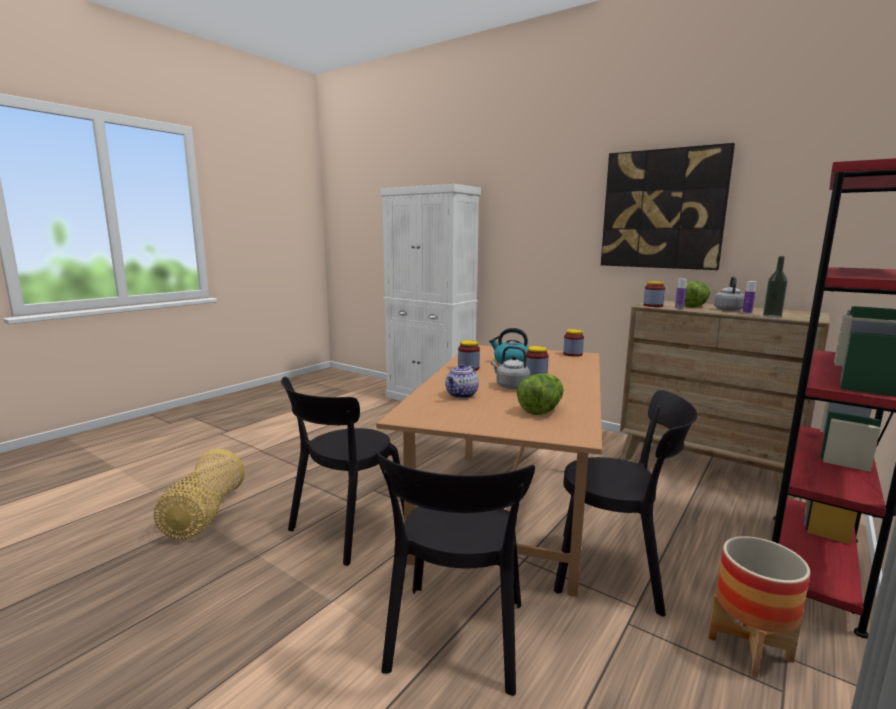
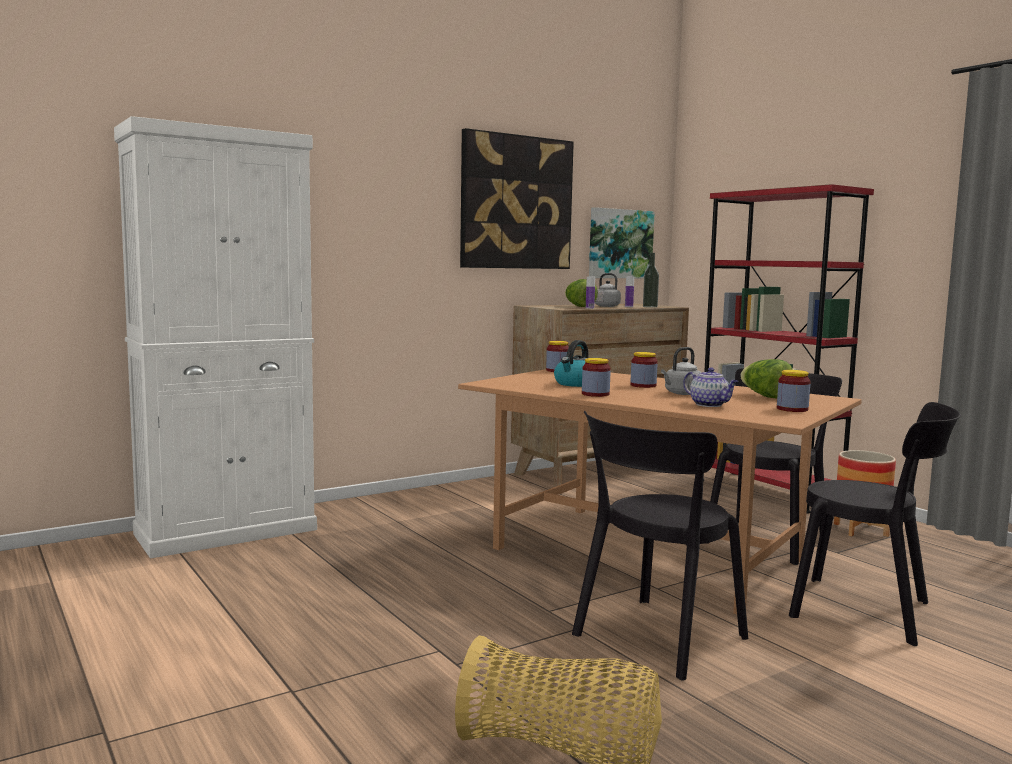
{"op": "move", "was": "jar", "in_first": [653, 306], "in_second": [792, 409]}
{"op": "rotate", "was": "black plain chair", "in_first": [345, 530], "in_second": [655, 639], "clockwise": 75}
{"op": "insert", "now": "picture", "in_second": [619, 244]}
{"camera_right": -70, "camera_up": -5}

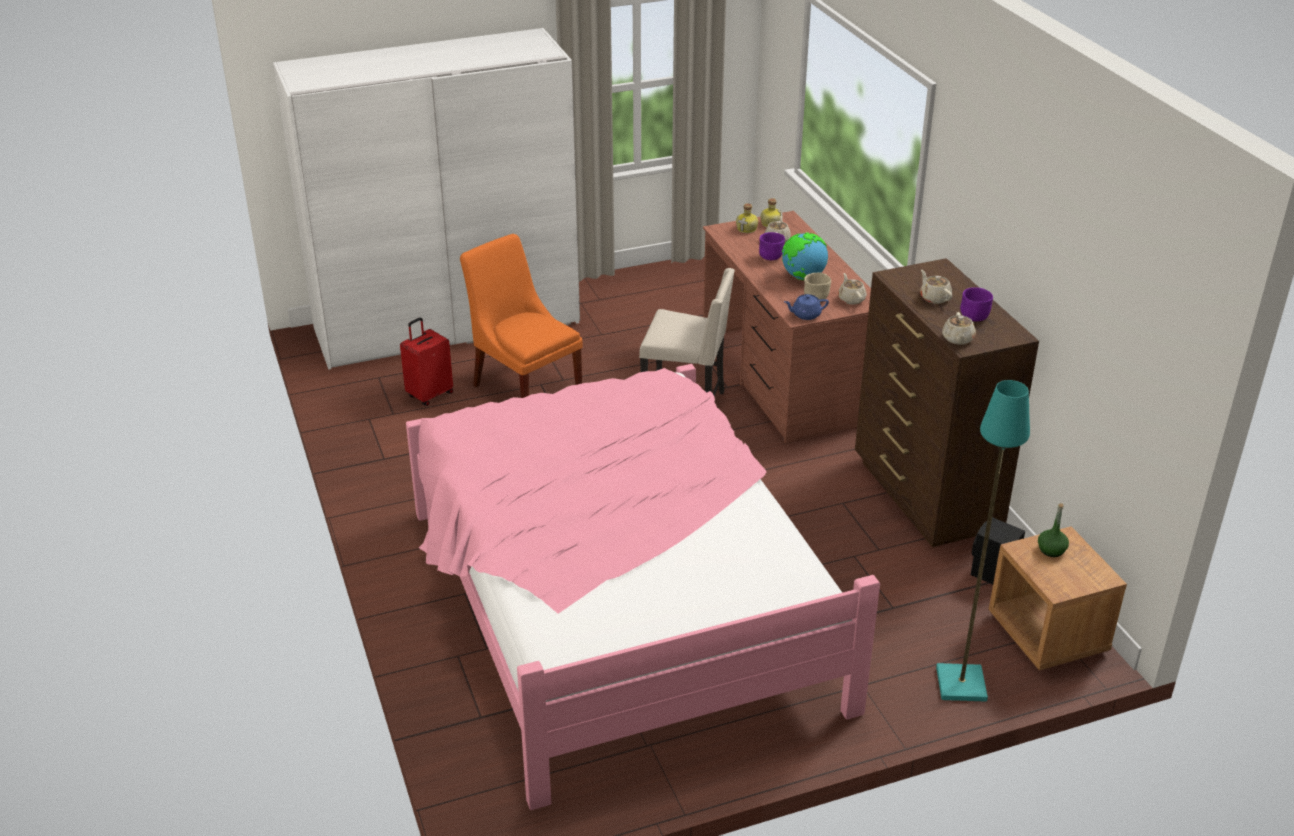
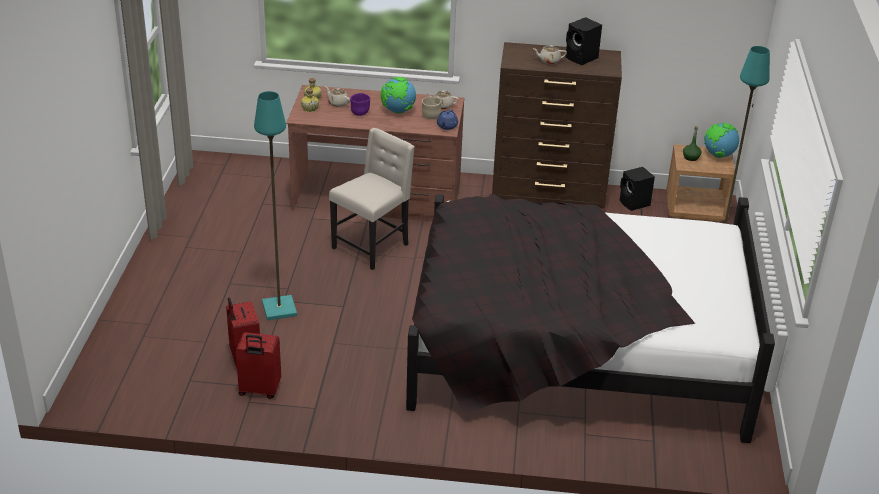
{"op": "delete", "was": "white wardrobe", "in_first": [447, 325]}
{"op": "replace", "was": "orangey plain chair", "now": "turquoise-coloured standing lamp", "in_first": [525, 386], "in_second": [278, 308]}
{"op": "replace", "was": "purplish deep dish", "now": "black audio speaker", "in_first": [974, 318], "in_second": [582, 58]}
{"op": "delete", "was": "beige-coloured tea pot", "in_first": [957, 339]}
{"op": "recolor", "was": "pinkish bed", "now": "black bed", "in_first": [618, 605], "in_second": [575, 347]}
{"op": "insert", "now": "desk globe", "in_second": [718, 155]}
{"op": "insert", "now": "red-coloured suitcase", "in_second": [259, 390]}
{"camera_right": -65, "camera_up": 0}

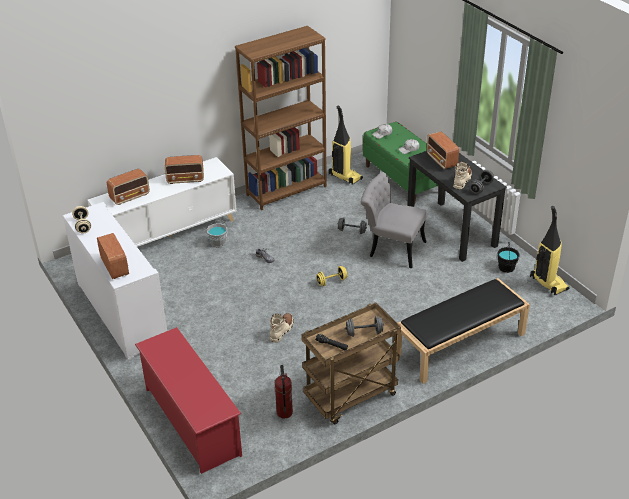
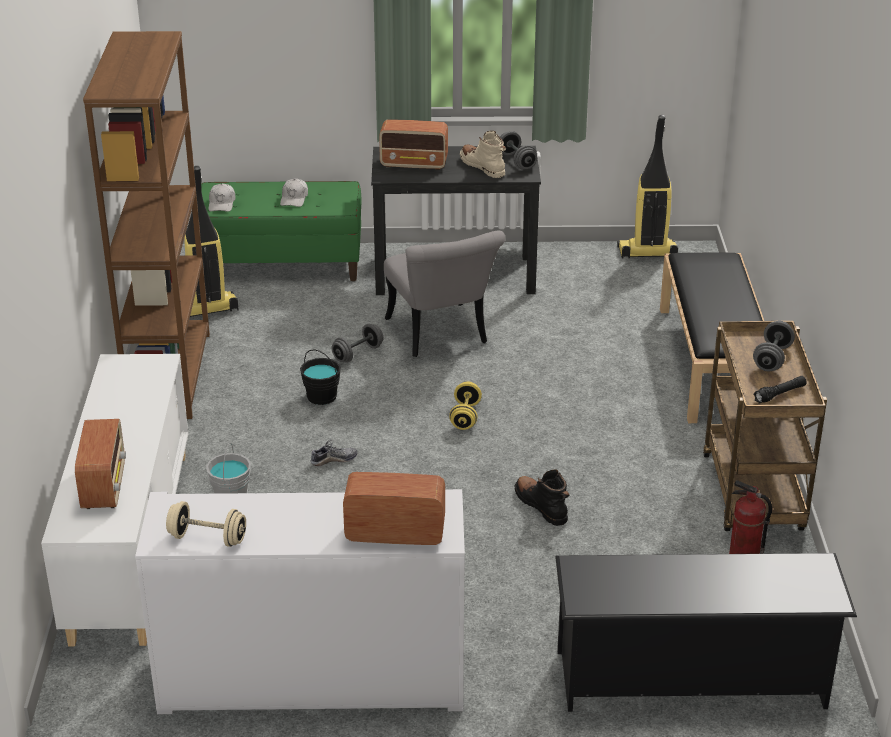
{"op": "delete", "was": "radio receiver", "in_first": [186, 179]}
{"op": "rotate", "was": "gray plain chair", "in_first": [391, 248], "in_second": [441, 336], "clockwise": -75}
{"op": "move", "was": "black bucket", "in_first": [506, 267], "in_second": [322, 396]}
{"op": "recolor", "was": "beige-coloured high-top boot", "now": "black high-top boot", "in_first": [282, 330], "in_second": [541, 506]}
{"op": "recolor", "was": "red-coloured shoe shelf", "now": "black shoe shelf", "in_first": [191, 421], "in_second": [691, 679]}
{"camera_right": -60, "camera_up": -5}

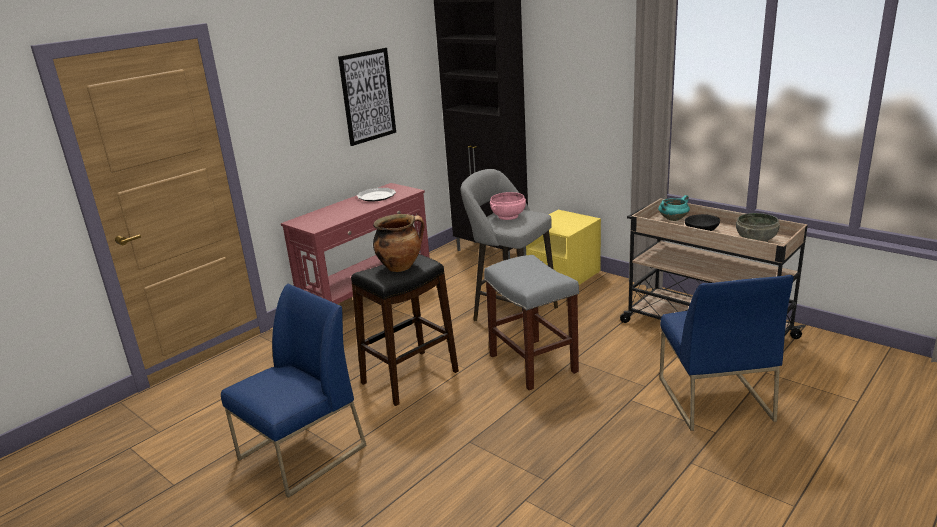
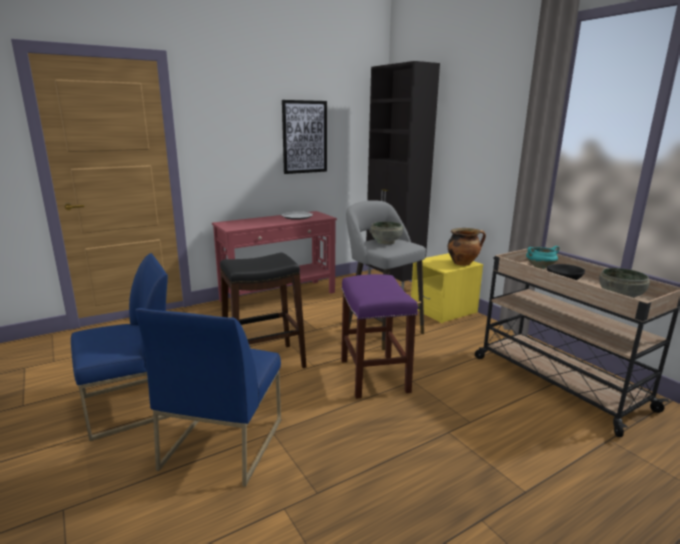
{"op": "recolor", "was": "pinkish deep dish", "now": "gray deep dish", "in_first": [508, 216], "in_second": [386, 242]}
{"op": "move", "was": "cooking pot", "in_first": [401, 267], "in_second": [463, 263]}
{"op": "recolor", "was": "gray sitting stool", "now": "purplish sitting stool", "in_first": [531, 363], "in_second": [373, 375]}
{"op": "move", "was": "bluish plain chair", "in_first": [713, 398], "in_second": [222, 442]}
{"camera_right": 15, "camera_up": -5}

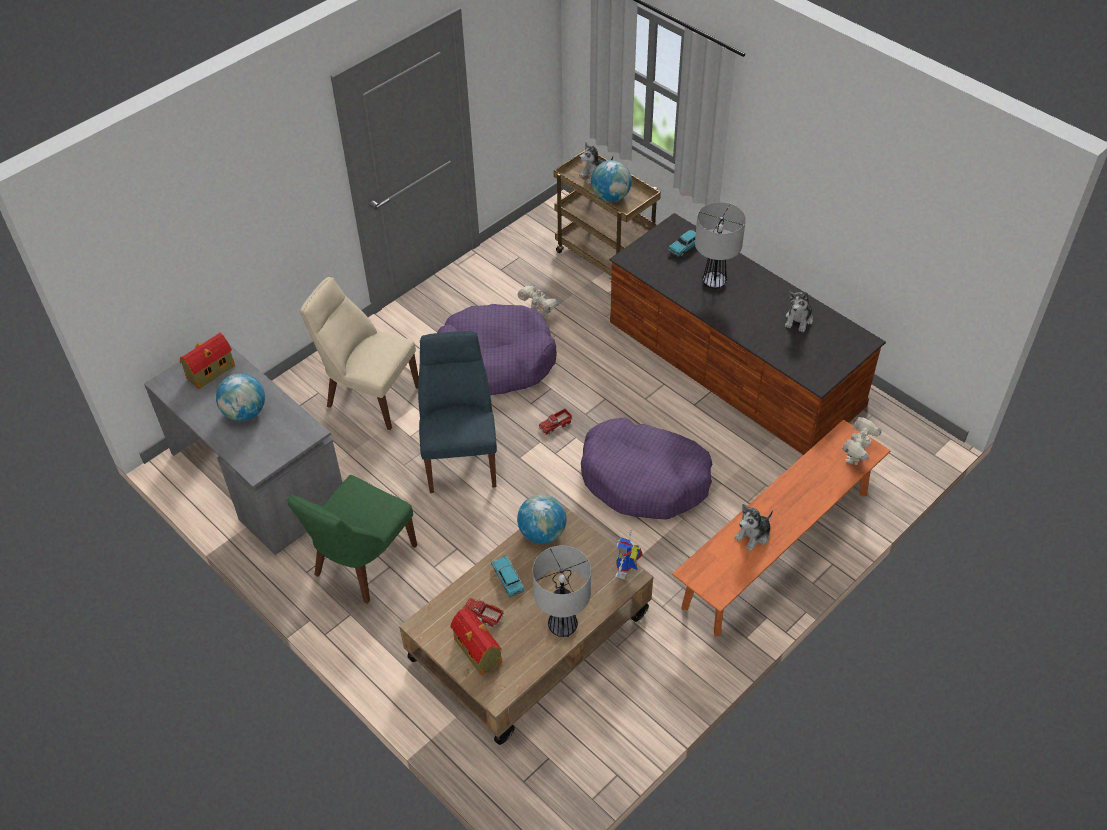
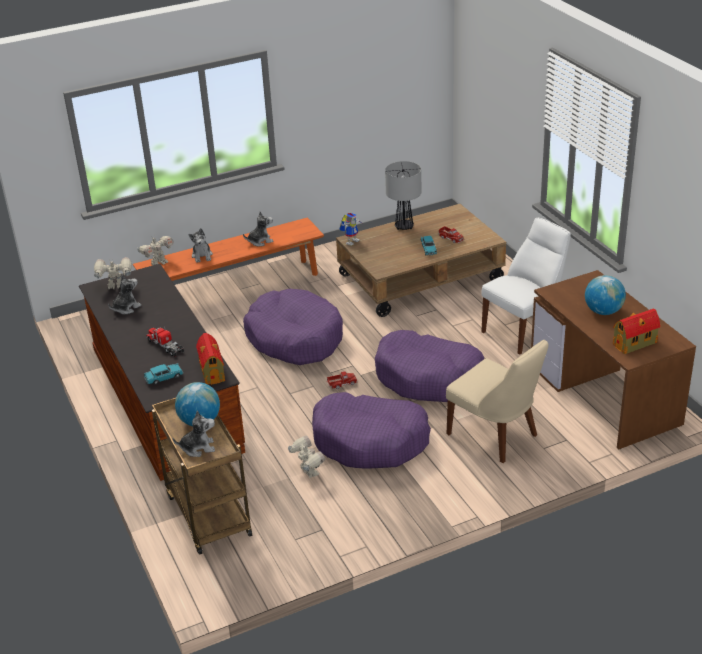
{"op": "replace", "was": "table lamp", "now": "toy lorry", "in_first": [714, 282], "in_second": [165, 346]}
{"op": "replace", "was": "bluish plain chair", "now": "purplish pet bed", "in_first": [461, 456], "in_second": [428, 377]}
{"op": "recolor", "was": "gray desk unit", "now": "brown desk unit", "in_first": [256, 478], "in_second": [605, 394]}
{"op": "recolor", "was": "green-coloured plain chair", "now": "white plain chair", "in_first": [362, 563], "in_second": [524, 329]}
{"op": "delete", "was": "desk globe", "in_first": [542, 533]}
{"op": "move", "was": "toy house", "in_first": [478, 652], "in_second": [212, 371]}
{"op": "insert", "now": "cuddly toy", "in_second": [202, 256]}
{"op": "insert", "now": "model robot", "in_second": [116, 287]}
{"camera_right": -160, "camera_up": -15}

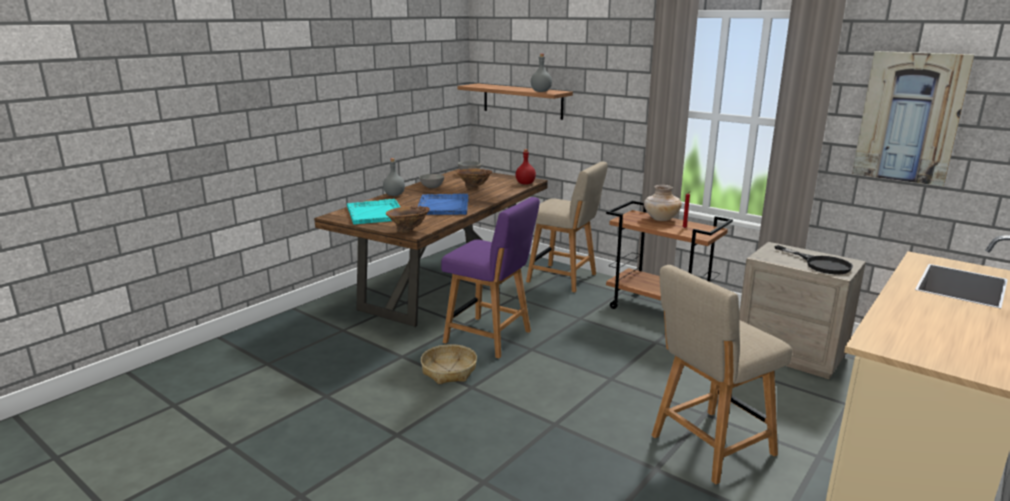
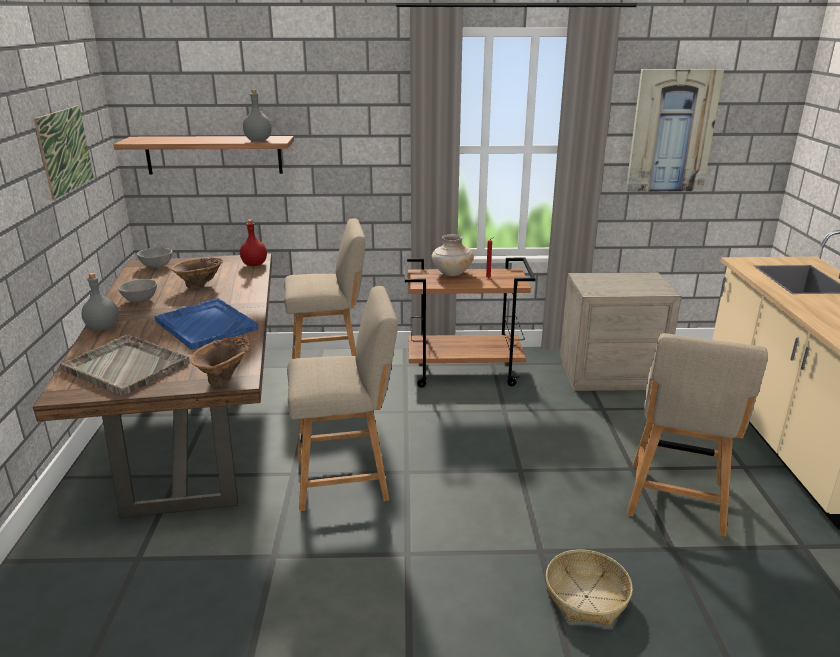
{"op": "recolor", "was": "purplish plain chair", "now": "beige-coloured plain chair", "in_first": [491, 338], "in_second": [347, 477]}
{"op": "recolor", "was": "turquoise-coloured tray", "now": "gray tray", "in_first": [375, 213], "in_second": [125, 366]}
{"op": "delete", "was": "black skillet", "in_first": [820, 264]}
{"op": "move", "was": "household basket", "in_first": [449, 371], "in_second": [586, 596]}
{"op": "insert", "now": "picture", "in_second": [65, 150]}
{"camera_right": -40, "camera_up": 5}

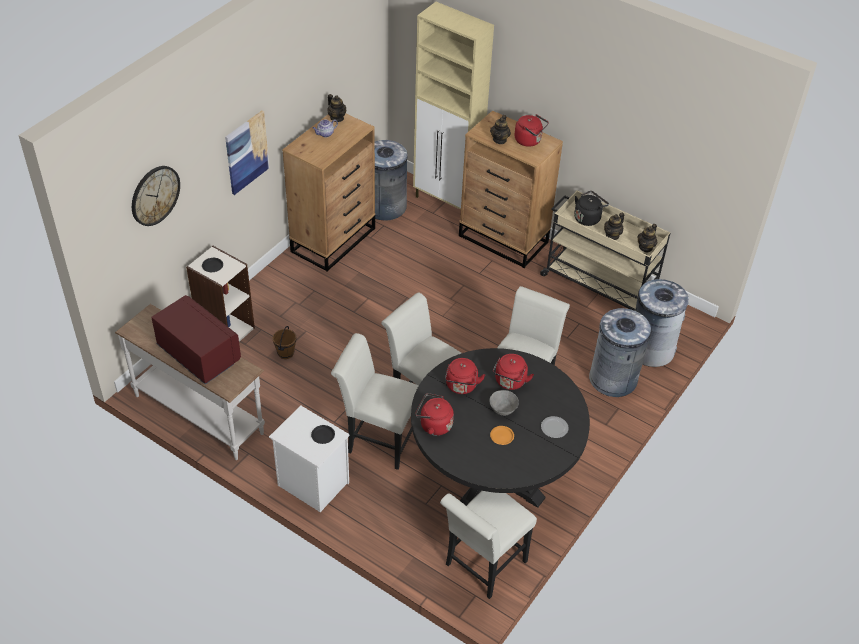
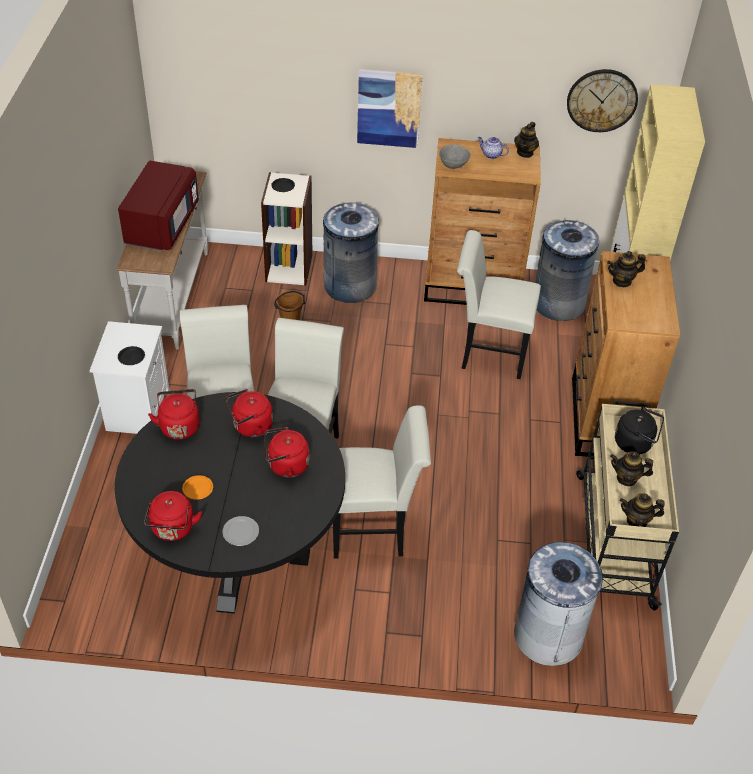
{"op": "move", "was": "red-coloured water kettle", "in_first": [529, 141], "in_second": [173, 529]}
{"op": "move", "was": "hanging clock", "in_first": [155, 195], "in_second": [602, 100]}
{"op": "move", "was": "gray trash can", "in_first": [613, 379], "in_second": [349, 286]}
{"op": "move", "was": "gray deep dish", "in_first": [503, 409], "in_second": [453, 164]}
{"op": "move", "was": "white plain chair", "in_first": [482, 566], "in_second": [488, 352]}
{"camera_right": 60, "camera_up": 0}

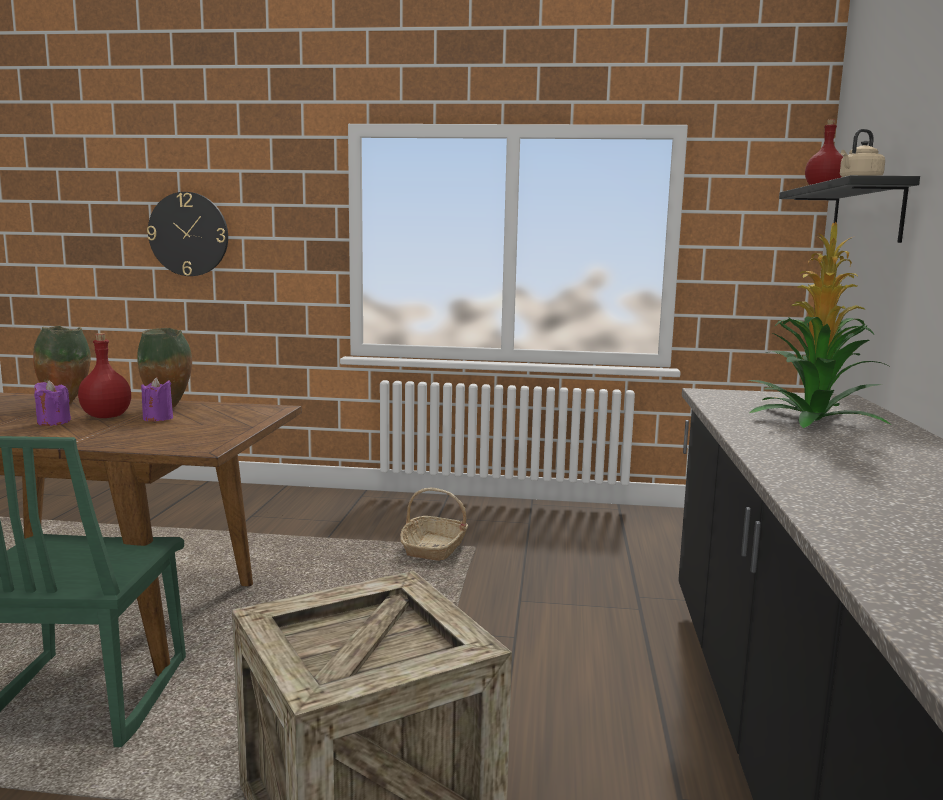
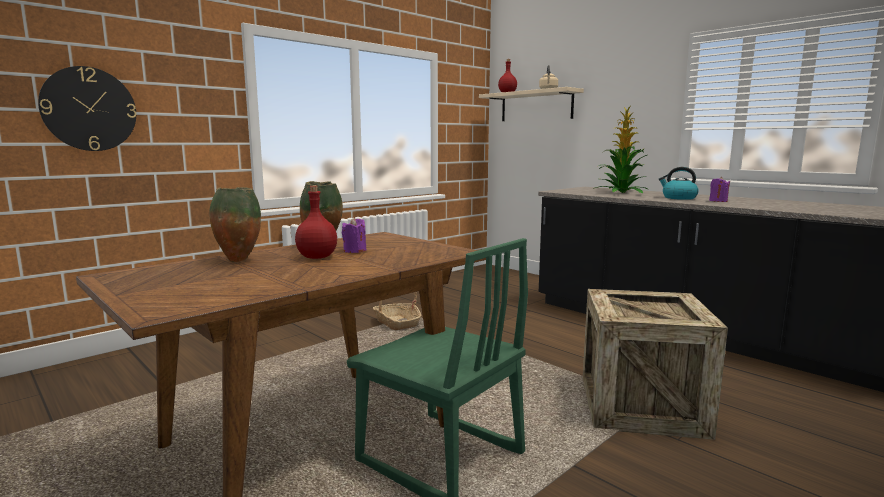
{"op": "recolor", "was": "black wall shelf", "now": "beige-coloured wall shelf", "in_first": [866, 214], "in_second": [536, 106]}
{"op": "move", "was": "purplish wax light", "in_first": [53, 422], "in_second": [718, 201]}
{"op": "insert", "now": "water kettle", "in_second": [678, 198]}
{"camera_right": -50, "camera_up": 0}

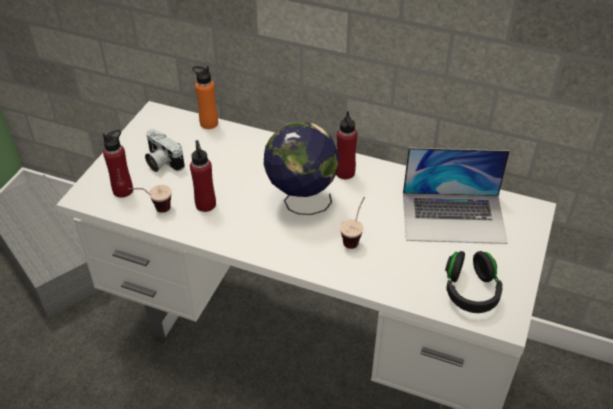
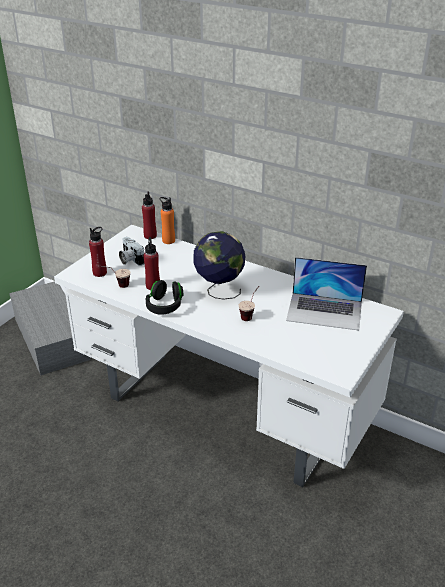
{"op": "move", "was": "red-coloured drink bottle", "in_first": [345, 172], "in_second": [150, 236]}
{"op": "move", "was": "black pair of headphones", "in_first": [470, 291], "in_second": [164, 306]}
{"camera_right": 10, "camera_up": -10}

